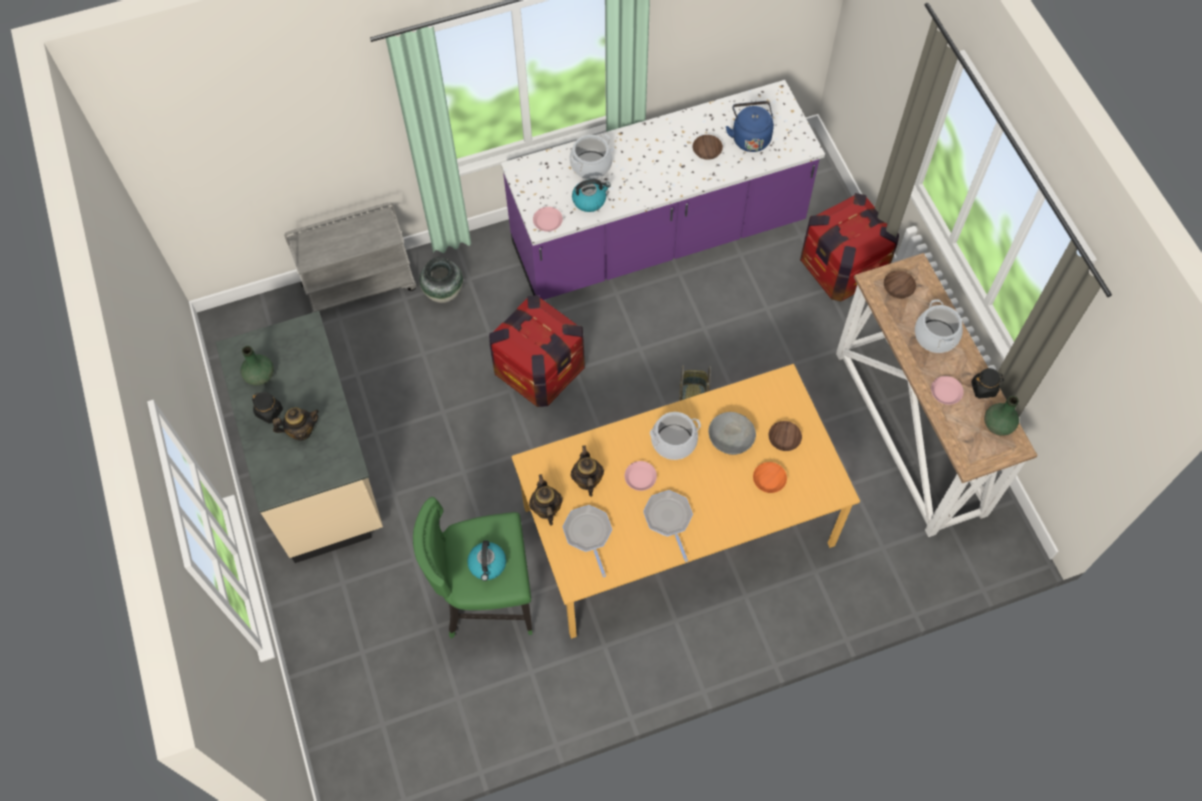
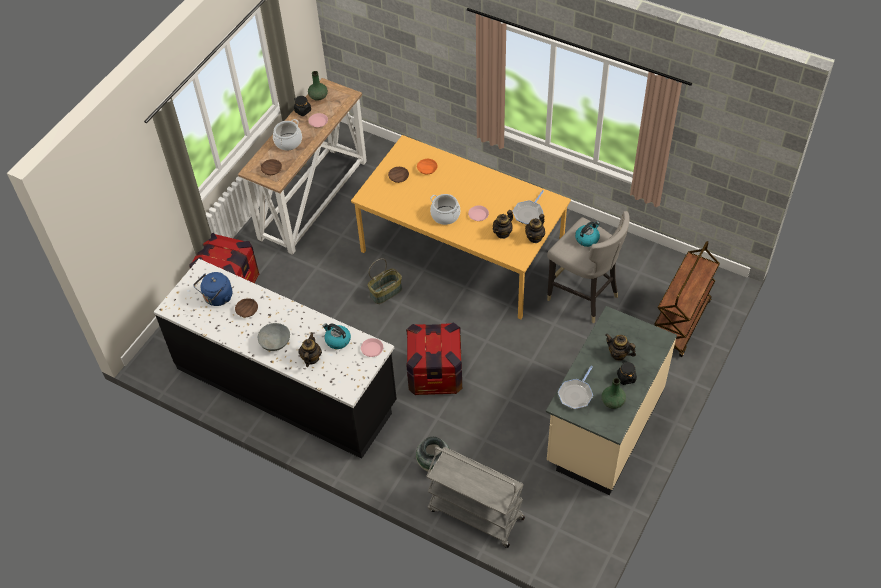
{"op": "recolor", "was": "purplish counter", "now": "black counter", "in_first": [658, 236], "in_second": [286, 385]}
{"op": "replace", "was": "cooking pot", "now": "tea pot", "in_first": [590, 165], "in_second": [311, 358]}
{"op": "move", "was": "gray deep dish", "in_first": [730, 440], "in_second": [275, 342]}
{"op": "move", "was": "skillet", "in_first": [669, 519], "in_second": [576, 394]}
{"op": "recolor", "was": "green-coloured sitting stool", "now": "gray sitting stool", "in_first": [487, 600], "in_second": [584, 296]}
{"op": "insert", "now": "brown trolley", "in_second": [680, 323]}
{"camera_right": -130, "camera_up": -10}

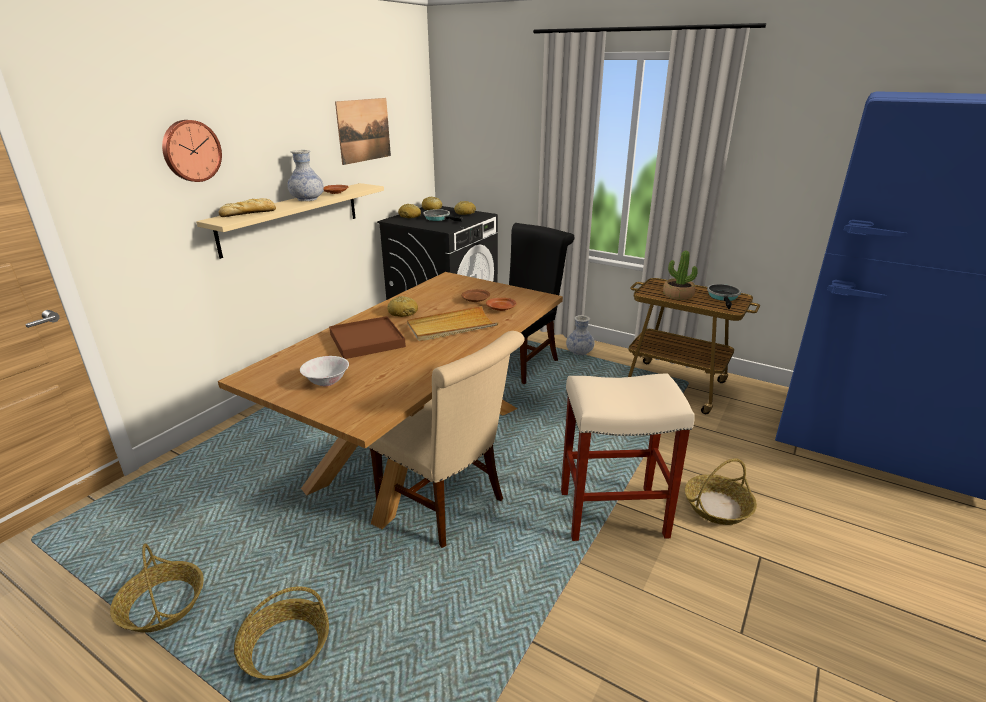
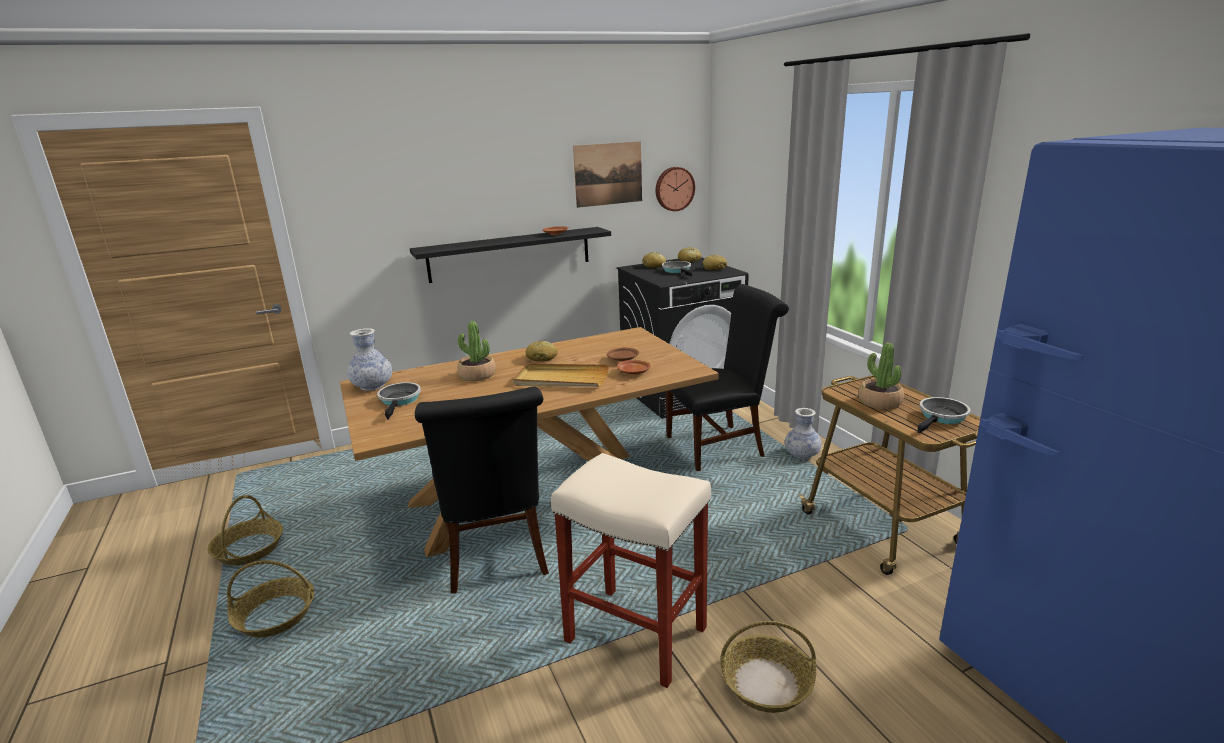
{"op": "move", "was": "hanging clock", "in_first": [191, 151], "in_second": [674, 189]}
{"op": "move", "was": "vase", "in_first": [307, 199], "in_second": [372, 386]}
{"op": "recolor", "was": "beige-coloured wall shelf", "now": "black wall shelf", "in_first": [291, 218], "in_second": [510, 254]}
{"op": "delete", "was": "bread", "in_first": [249, 213]}
{"op": "replace", "was": "brown tray", "now": "houseplant", "in_first": [367, 341], "in_second": [477, 375]}
{"op": "recolor", "was": "beige-coloured plain chair", "now": "black plain chair", "in_first": [447, 506], "in_second": [496, 560]}
{"op": "replace", "was": "white deep dish", "now": "skillet", "in_first": [327, 381], "in_second": [400, 401]}
{"camera_right": 35, "camera_up": -5}

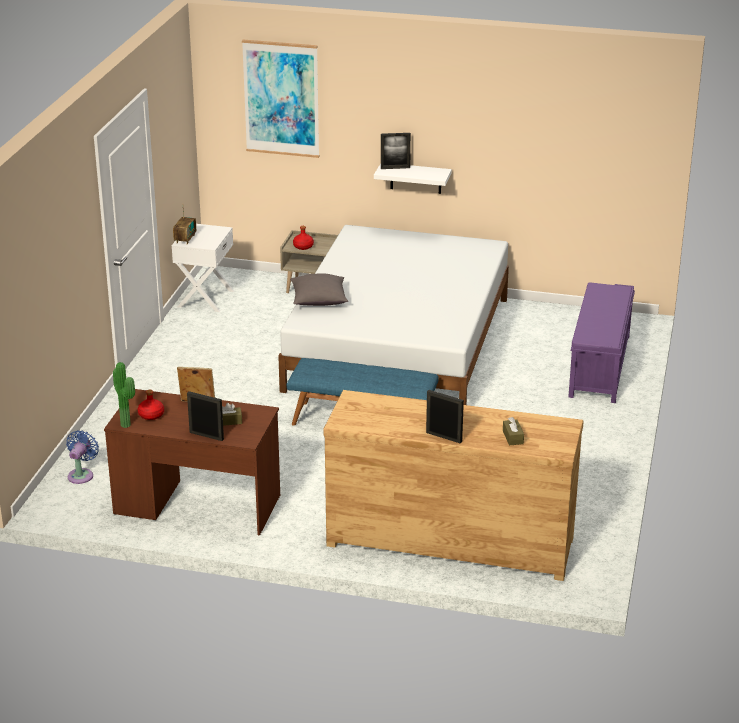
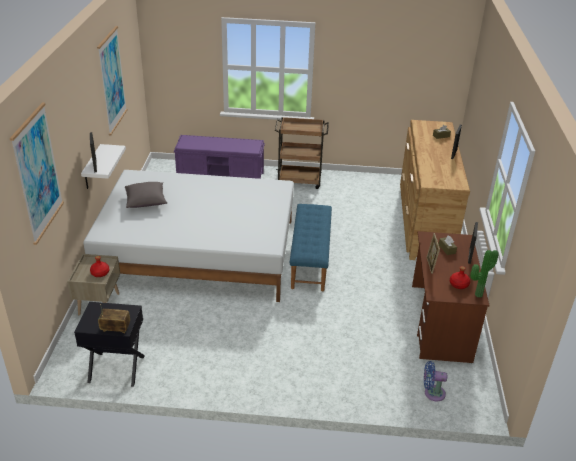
{"op": "recolor", "was": "white nightstand", "now": "black nightstand", "in_first": [205, 298], "in_second": [116, 369]}
{"op": "move", "was": "gray throw pillow", "in_first": [319, 301], "in_second": [146, 202]}
{"op": "insert", "now": "picture", "in_second": [112, 80]}
{"op": "insert", "now": "brown trolley", "in_second": [299, 180]}
{"camera_right": -100, "camera_up": 5}

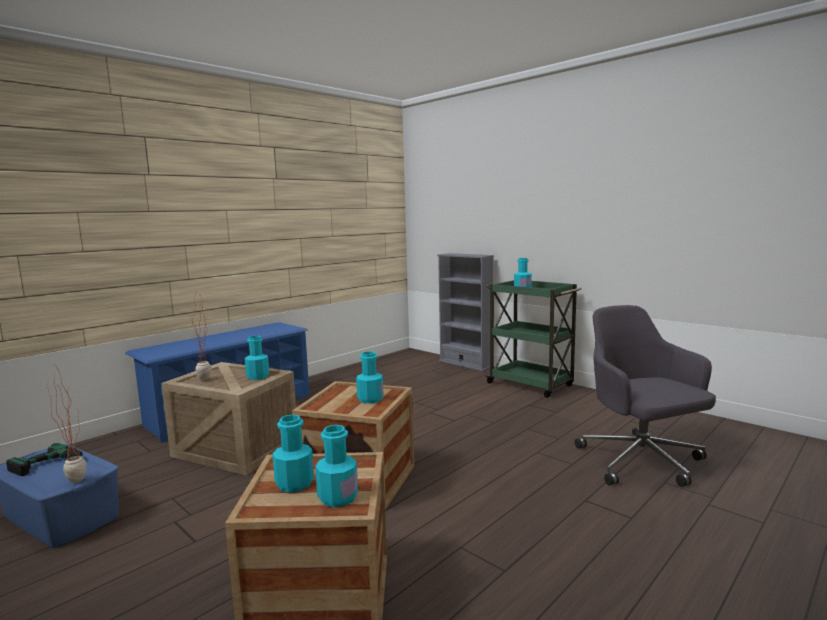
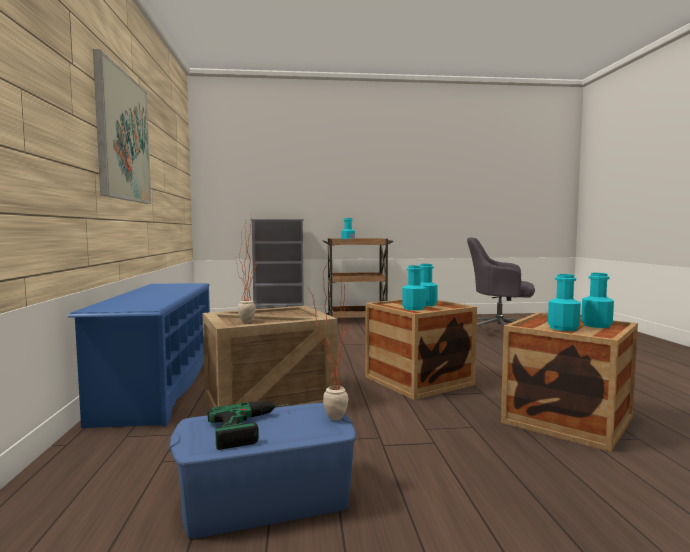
{"op": "recolor", "was": "green-coloured trolley", "now": "brown trolley", "in_first": [531, 385], "in_second": [357, 320]}
{"op": "move", "was": "turquoise-coloured drink bottle", "in_first": [258, 376], "in_second": [414, 308]}
{"op": "insert", "now": "picture", "in_second": [123, 137]}
{"camera_right": -50, "camera_up": -5}

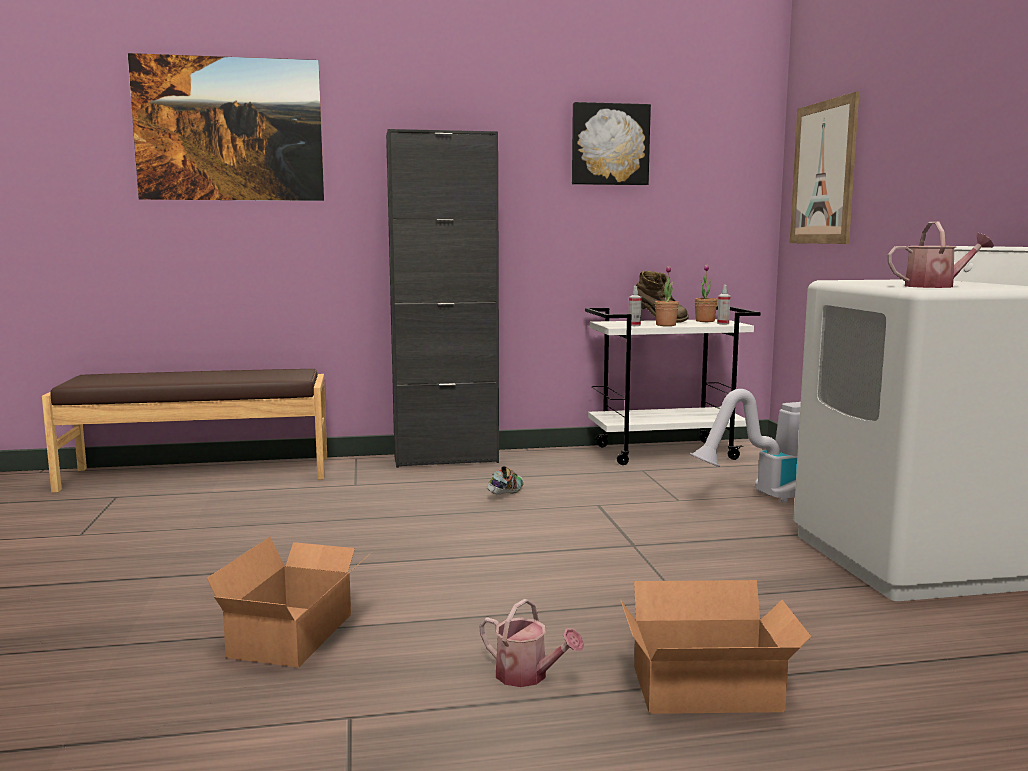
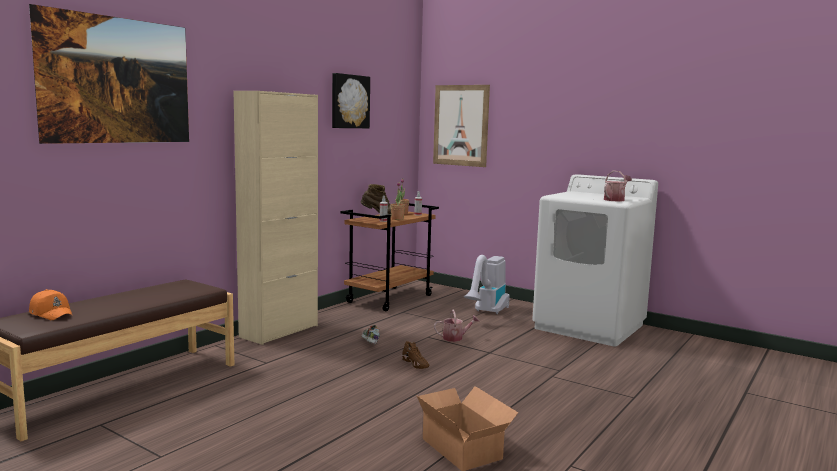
{"op": "recolor", "was": "black cabinet", "now": "beige-coloured cabinet", "in_first": [445, 459], "in_second": [279, 331]}
{"op": "recolor", "was": "white trolley", "now": "brown trolley", "in_first": [666, 452], "in_second": [390, 298]}
{"op": "delete", "was": "carton", "in_first": [711, 692]}
{"op": "move", "was": "watering pot", "in_first": [528, 676], "in_second": [455, 338]}
{"op": "insert", "now": "orangey peaked cap", "in_second": [51, 313]}
{"op": "insert", "now": "brown item of footwear", "in_second": [415, 363]}
{"camera_right": -45, "camera_up": 0}

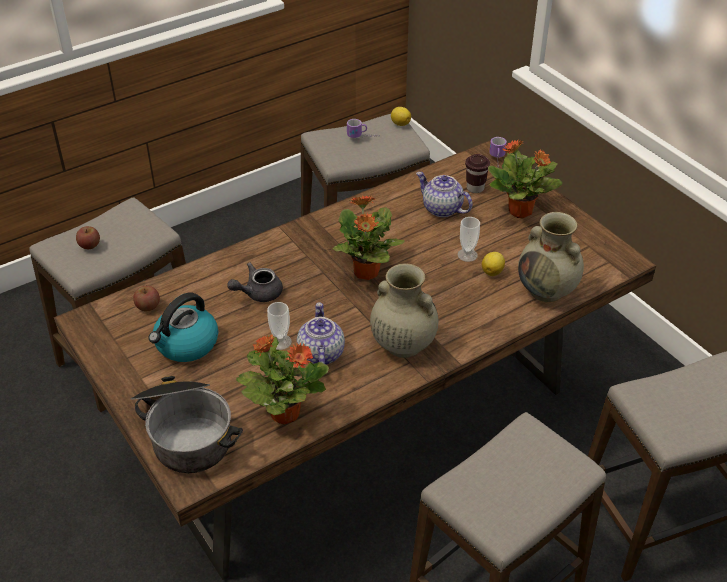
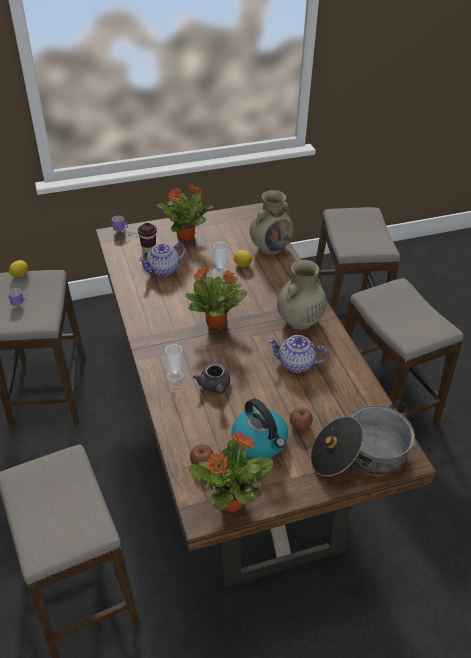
{"op": "move", "was": "apple fruit", "in_first": [89, 245], "in_second": [300, 425]}
{"op": "move", "was": "drinking cup", "in_first": [280, 342], "in_second": [175, 376]}
{"op": "move", "was": "houseplant", "in_first": [284, 412], "in_second": [230, 501]}
{"camera_right": -75, "camera_up": 0}

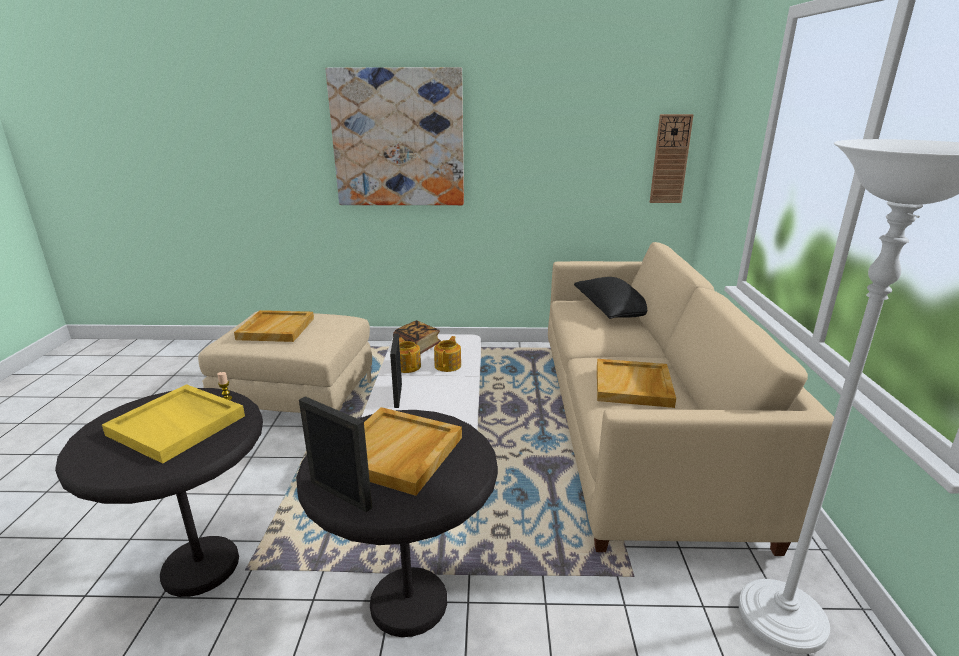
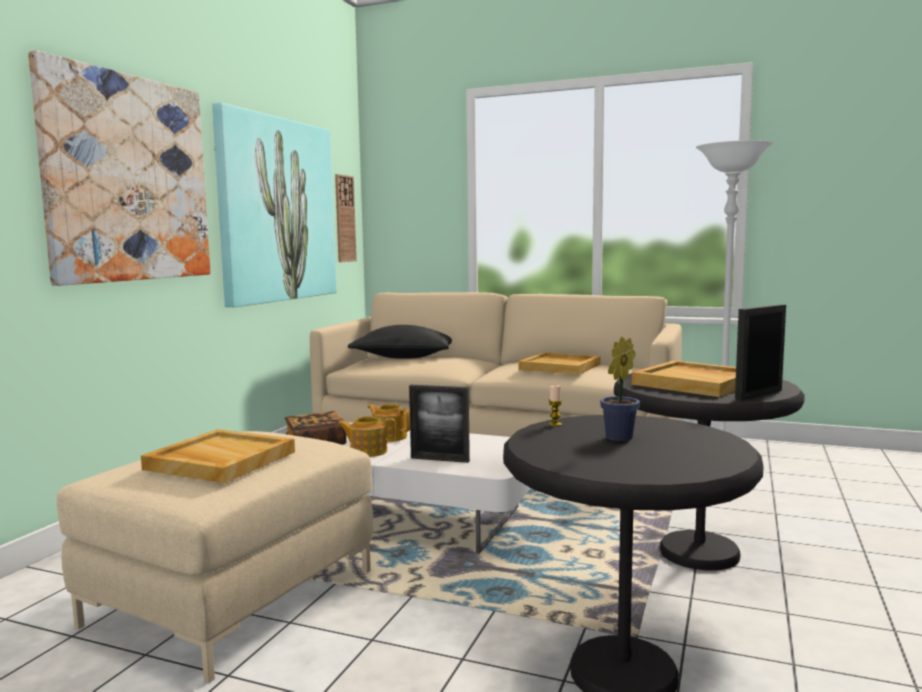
{"op": "replace", "was": "yellow tray", "now": "houseplant", "in_first": [178, 425], "in_second": [616, 438]}
{"op": "insert", "now": "picture", "in_second": [276, 210]}
{"camera_right": -70, "camera_up": -15}

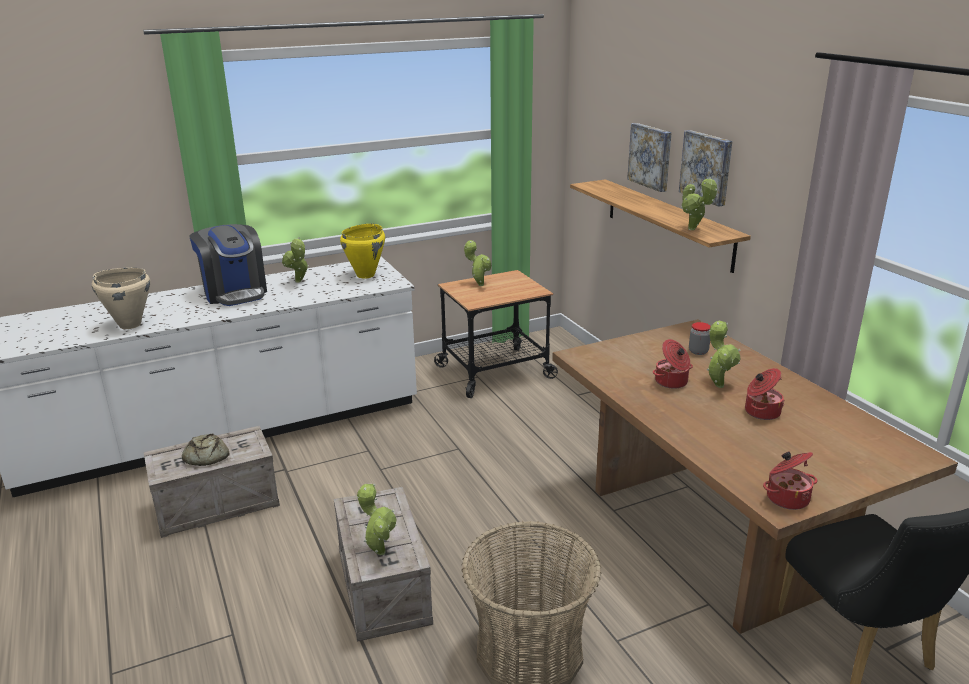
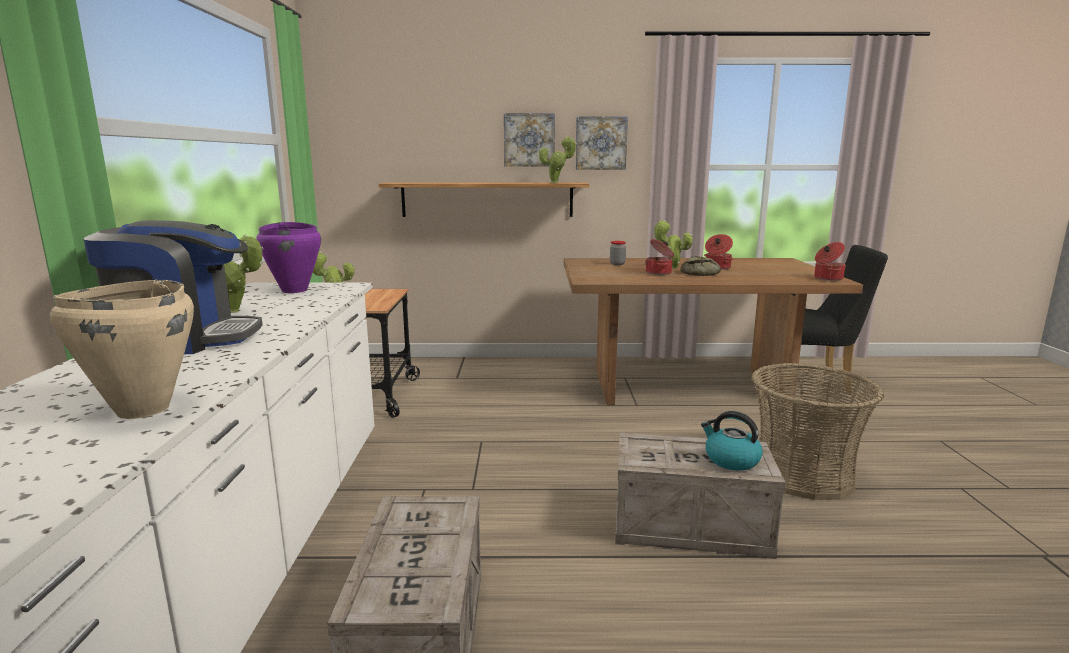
{"op": "move", "was": "picture", "in_first": [651, 156], "in_second": [600, 143]}
{"op": "recolor", "was": "yellow cooking pot", "now": "purplish cooking pot", "in_first": [366, 275], "in_second": [295, 290]}
{"op": "move", "was": "bread", "in_first": [205, 456], "in_second": [702, 273]}
{"op": "replace", "was": "houseplant", "now": "water kettle", "in_first": [379, 550], "in_second": [731, 460]}
{"camera_right": -65, "camera_up": -10}

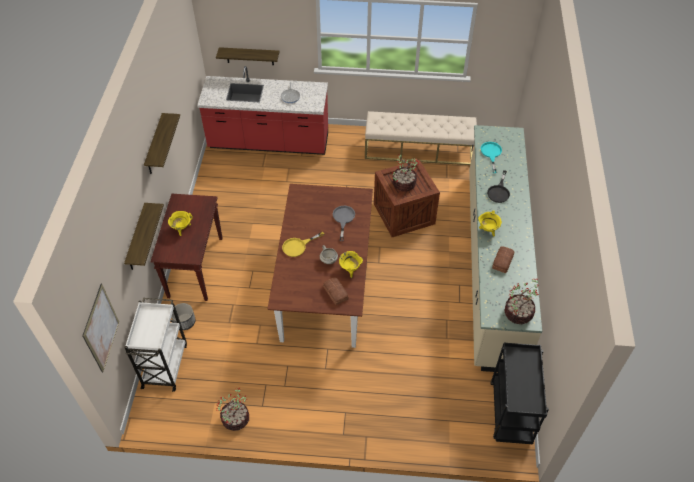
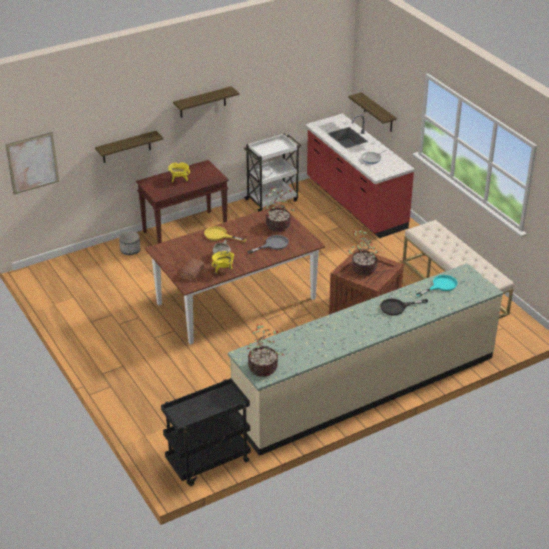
{"op": "delete", "was": "yellow cooking pot", "in_first": [488, 230]}
{"op": "delete", "was": "bread", "in_first": [502, 261]}
{"op": "move", "was": "white trolley", "in_first": [165, 364], "in_second": [272, 200]}
{"op": "move", "was": "houseplant", "in_first": [236, 419], "in_second": [279, 225]}
{"camera_right": 55, "camera_up": -15}

